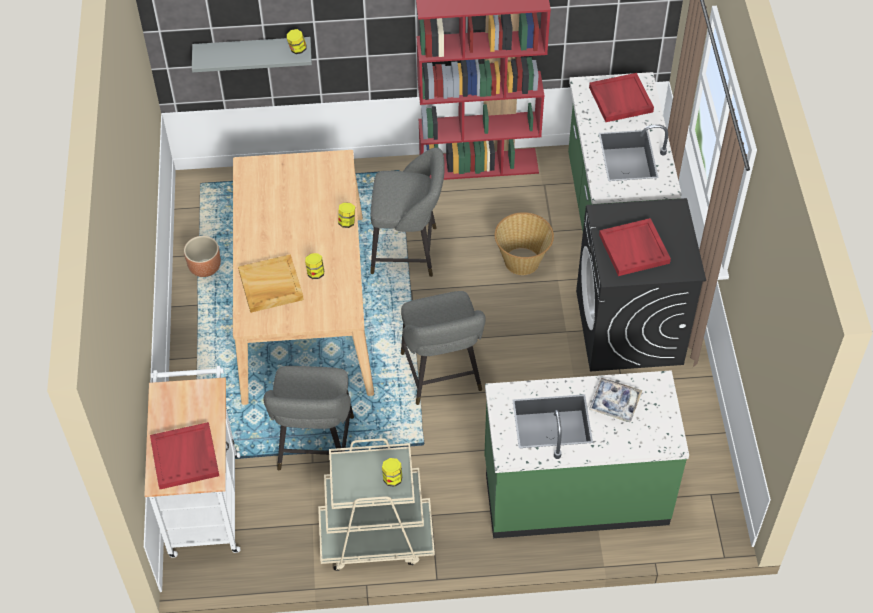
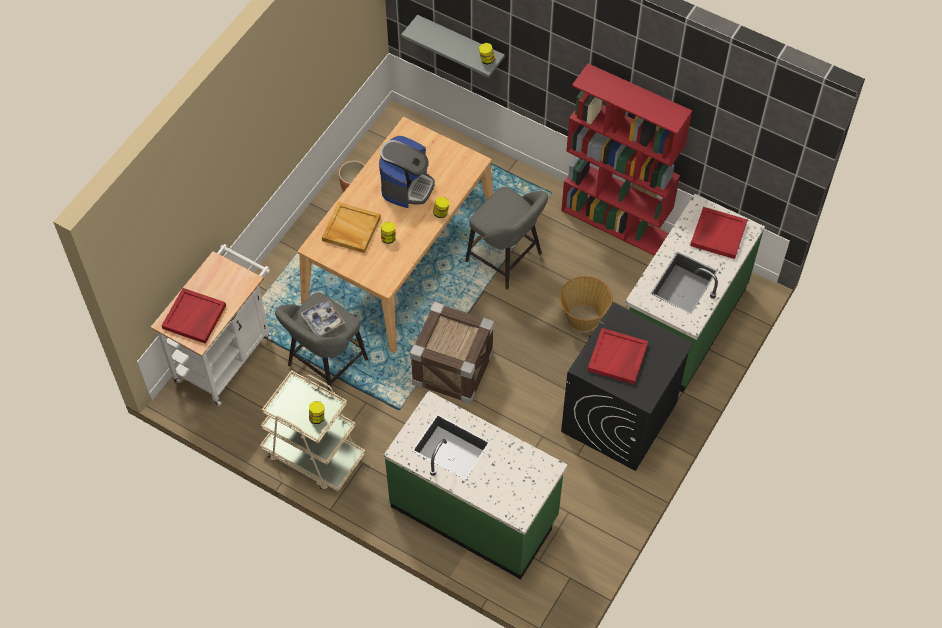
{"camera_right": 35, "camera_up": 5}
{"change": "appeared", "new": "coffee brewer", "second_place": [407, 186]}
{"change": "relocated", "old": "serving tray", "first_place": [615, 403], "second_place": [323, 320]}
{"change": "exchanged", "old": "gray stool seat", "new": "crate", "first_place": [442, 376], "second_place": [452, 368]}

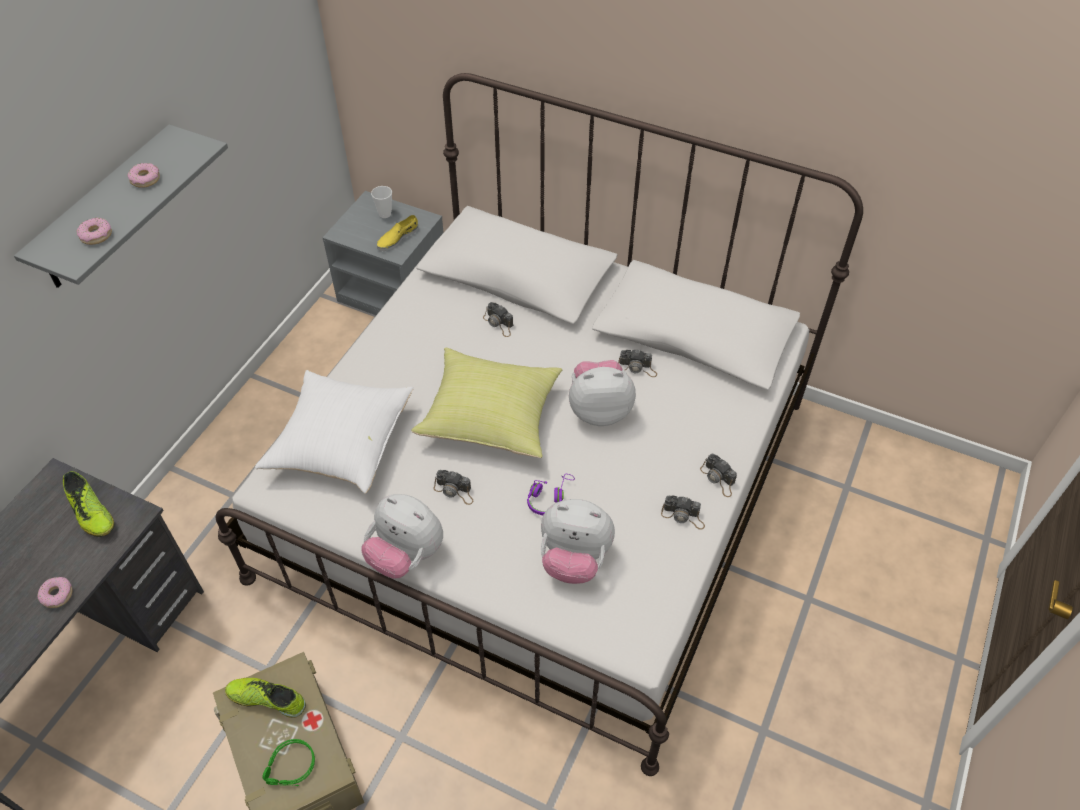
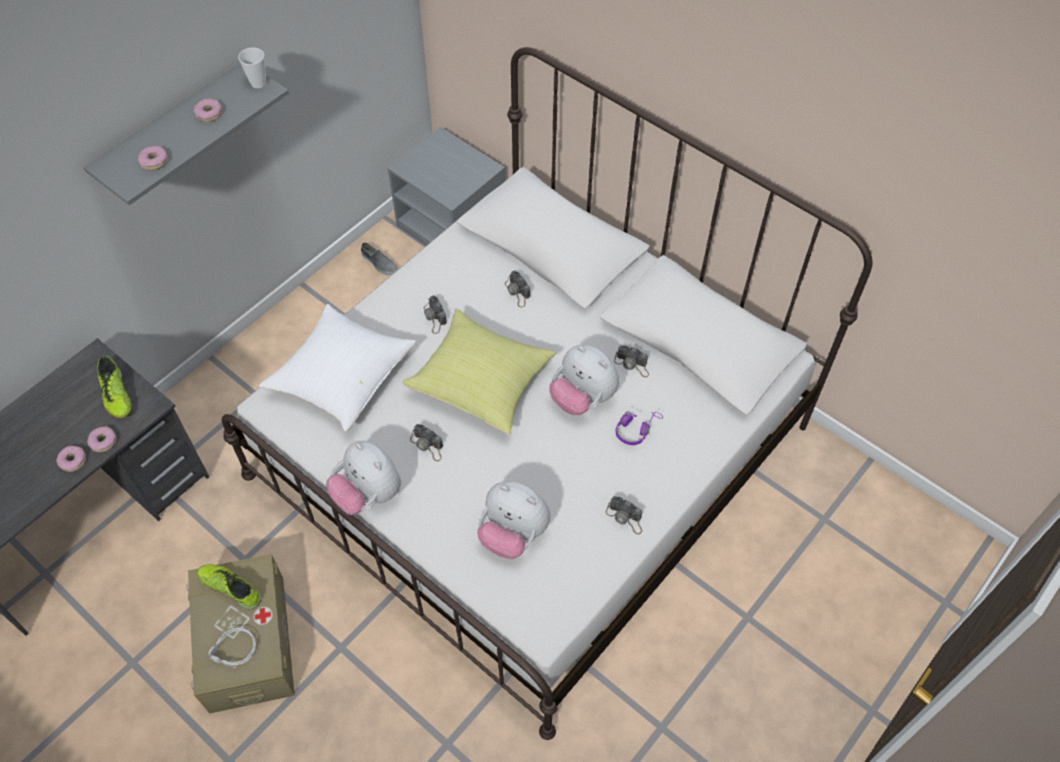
{"camera_right": 15, "camera_up": 5}
{"change": "missing", "old": "yellowish shoe", "first_place": [397, 238]}
{"change": "appeared", "new": "doughnut", "second_place": [103, 441]}
{"change": "appeared", "new": "gray shoe", "second_place": [379, 263]}
{"change": "relocated", "old": "cup", "first_place": [385, 214], "second_place": [258, 83]}
{"change": "relocated", "old": "purple pair of headphones", "first_place": [549, 498], "second_place": [636, 429]}
{"change": "relocated", "old": "photo camera", "first_place": [718, 479], "second_place": [434, 318]}
{"change": "colour", "old": "greenish pair of headphones", "new": "gray pair of headphones", "first_place": [290, 768], "second_place": [233, 651]}
{"change": "spun", "old": "cuddly toy", "first_place": [599, 409], "second_place": [582, 398], "degrees": -150}

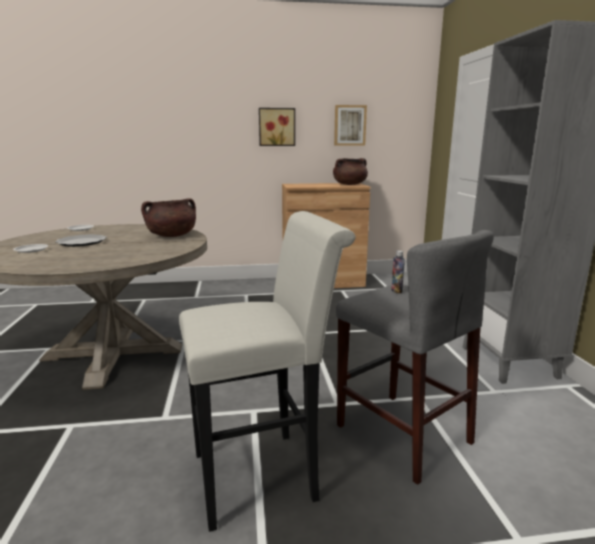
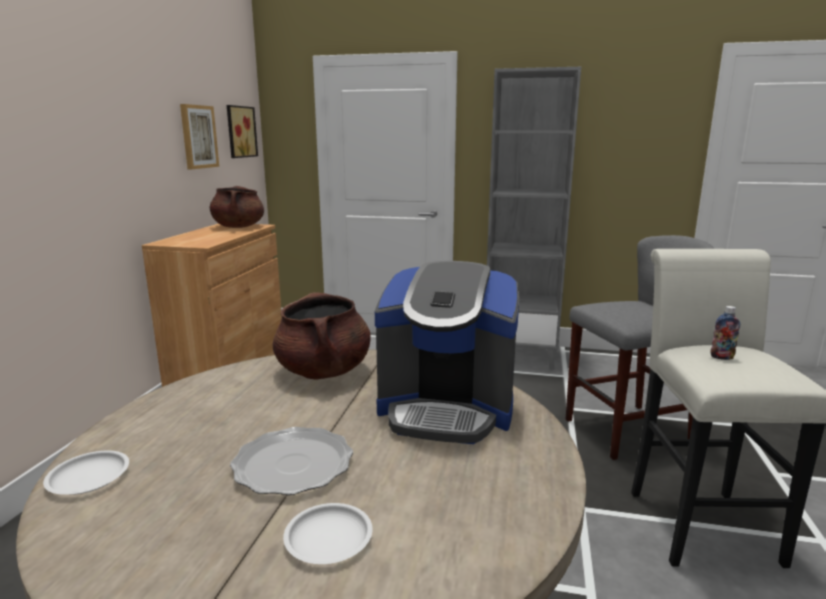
{"camera_right": -70, "camera_up": 0}
{"change": "appeared", "new": "coffee brewer", "second_place": [446, 409]}
{"change": "relocated", "old": "wall picture", "first_place": [277, 127], "second_place": [239, 132]}
{"change": "relocated", "old": "drink bottle", "first_place": [396, 291], "second_place": [722, 357]}

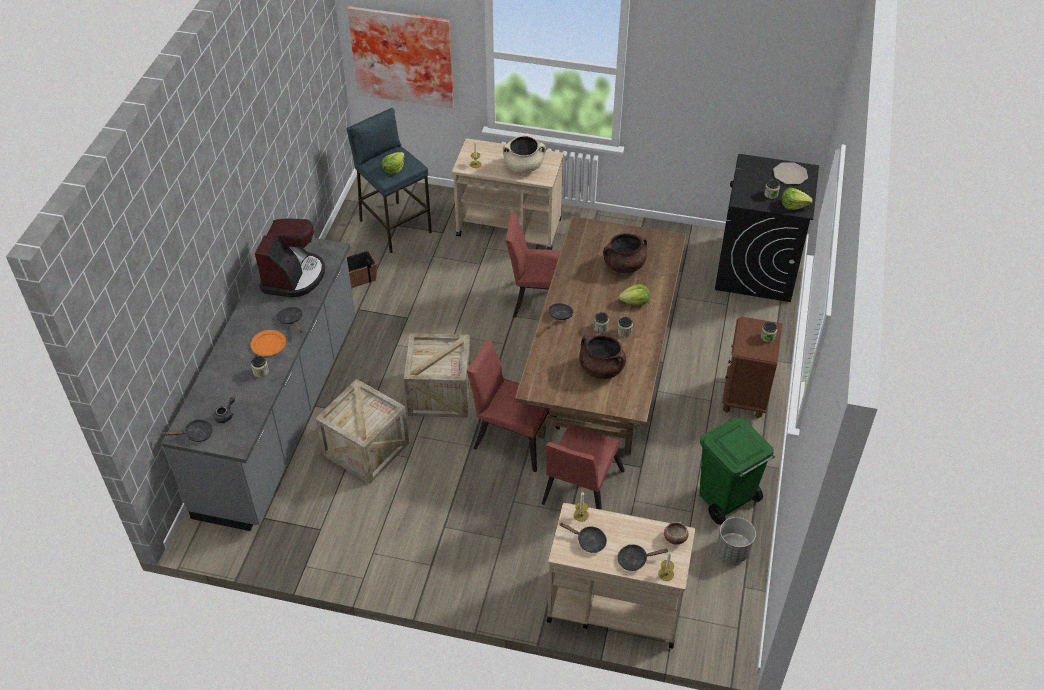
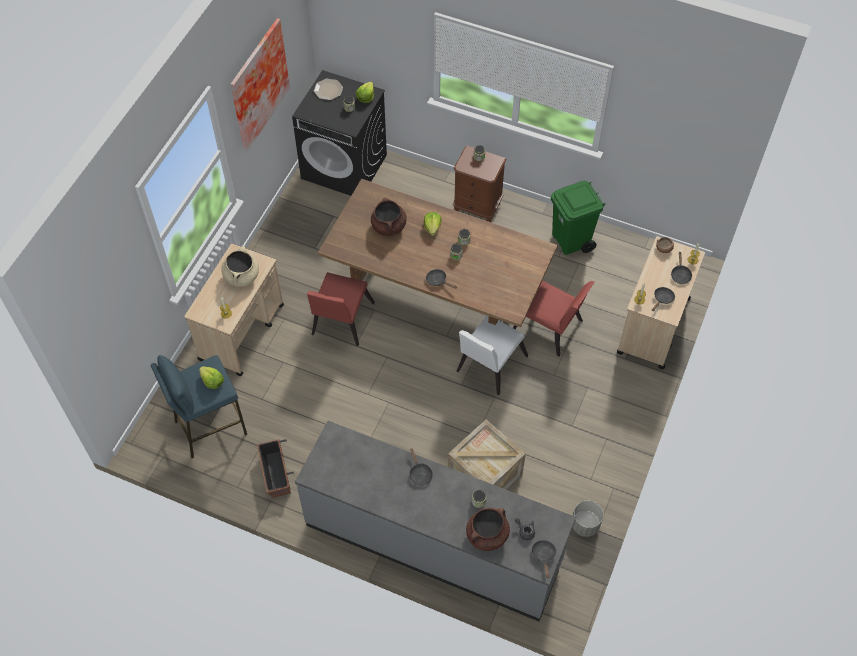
{"camera_right": -80, "camera_up": 10}
{"change": "missing", "old": "orange flat dish", "first_place": [268, 344]}
{"change": "missing", "old": "coffee brewer", "first_place": [293, 276]}
{"change": "missing", "old": "crate", "first_place": [440, 393]}
{"change": "relocated", "old": "wall picture", "first_place": [403, 55], "second_place": [257, 84]}
{"change": "relocated", "old": "brown-coloured saucepot", "first_place": [601, 369], "second_place": [487, 535]}
{"change": "relocated", "old": "gray planter", "first_place": [733, 550], "second_place": [585, 525]}
{"change": "colour", "old": "reddish upright chair", "new": "white upright chair", "first_place": [512, 435], "second_place": [488, 366]}
{"change": "spun", "old": "black skillet", "first_place": [291, 320], "second_place": [419, 474], "degrees": -90}

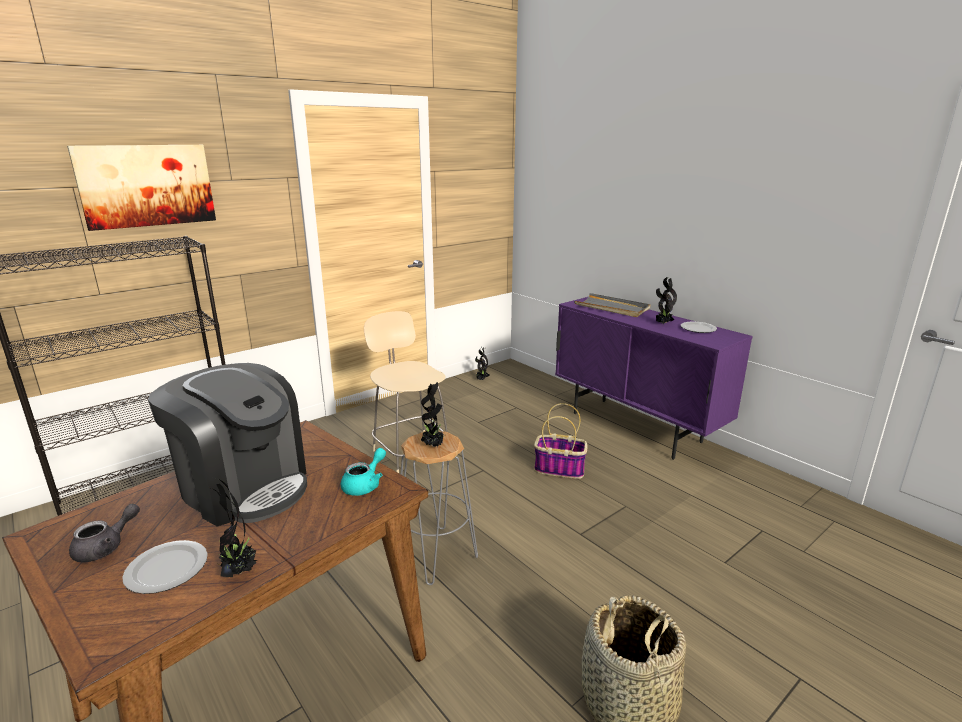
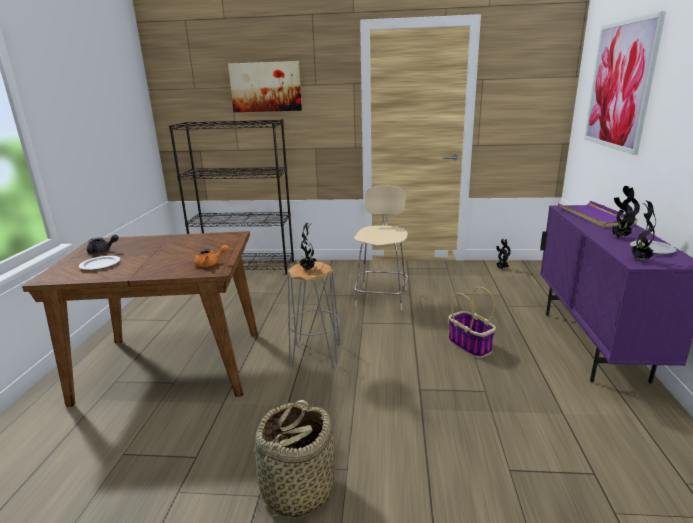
{"camera_right": 45, "camera_up": 0}
{"change": "missing", "old": "coffee brewer", "first_place": [244, 487]}
{"change": "appeared", "new": "wall picture", "second_place": [619, 85]}
{"change": "relocated", "old": "houseplant", "first_place": [239, 571], "second_place": [639, 259]}
{"change": "colour", "old": "turquoise-coloured tea pot", "new": "orange tea pot", "first_place": [365, 485], "second_place": [210, 264]}
{"change": "colour", "old": "gray serving tray", "new": "purple serving tray", "first_place": [612, 308], "second_place": [595, 216]}

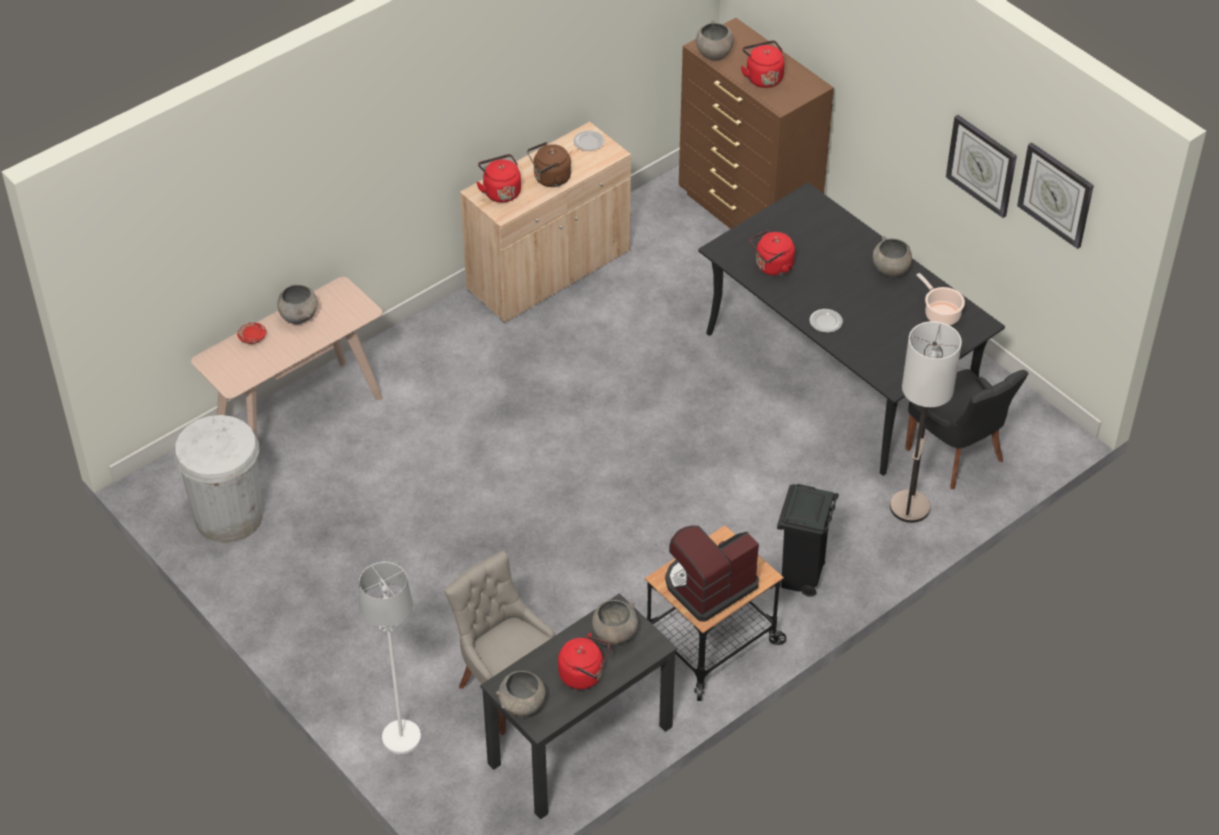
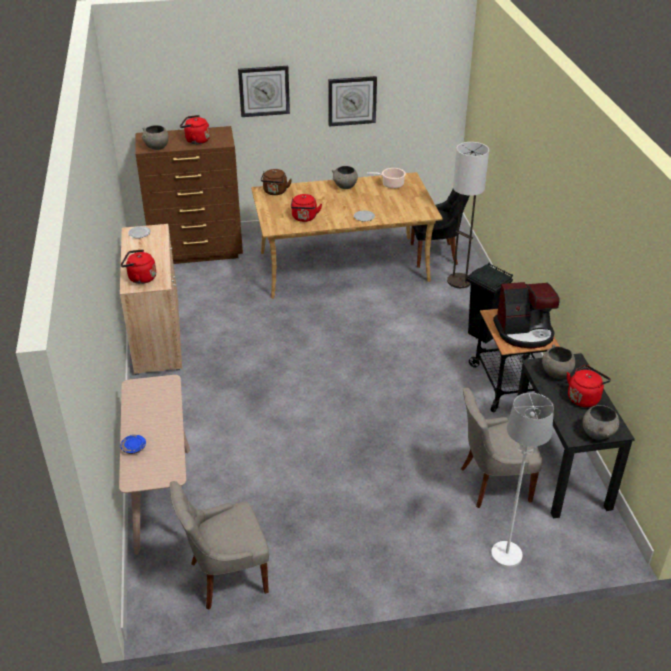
{"camera_right": -60, "camera_up": -10}
{"change": "missing", "old": "gray bowl", "first_place": [299, 317]}
{"change": "relocated", "old": "brown-coloured water kettle", "first_place": [550, 179], "second_place": [275, 192]}
{"change": "relocated", "old": "clock on the wall", "first_place": [1056, 194], "second_place": [264, 91]}
{"change": "exchanged", "old": "white trash can", "new": "gray upright chair", "first_place": [229, 516], "second_place": [226, 576]}
{"change": "colour", "old": "reddish flat dish", "new": "bluish flat dish", "first_place": [252, 337], "second_place": [134, 448]}
{"change": "colour", "old": "black dinner table", "new": "beige dinner table", "first_place": [839, 371], "second_place": [343, 267]}
{"change": "spun", "old": "coffee brewer", "first_place": [708, 586], "second_place": [524, 332], "degrees": -90}

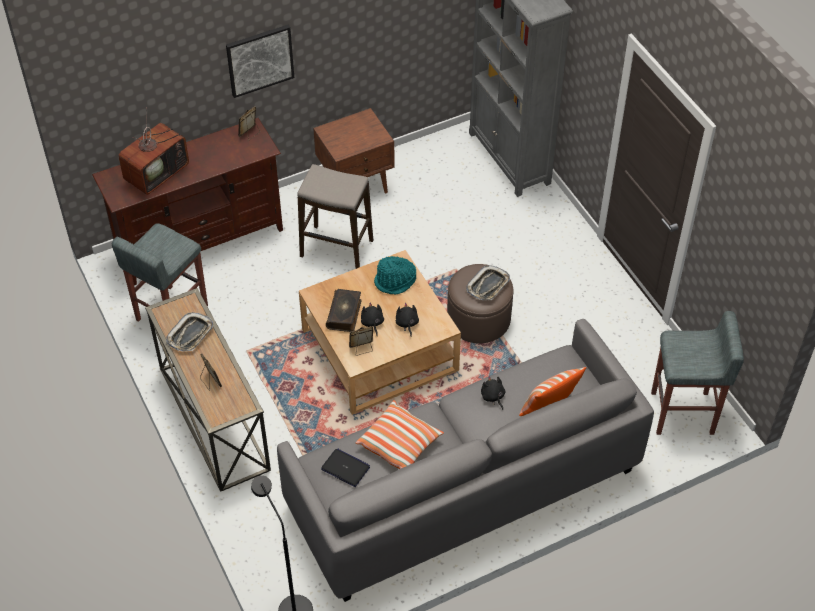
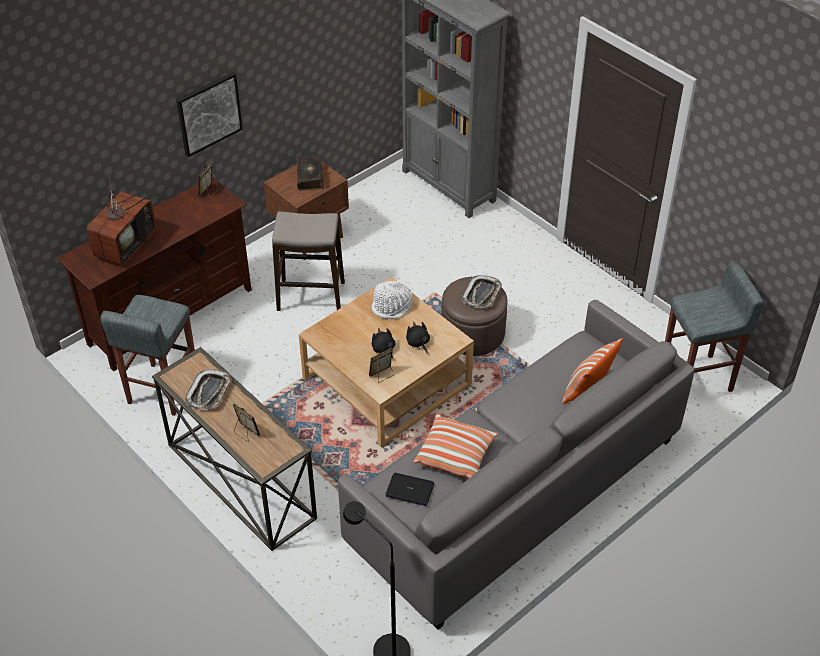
{"camera_right": -15, "camera_up": -5}
{"change": "missing", "old": "black cuddly toy", "first_place": [493, 397]}
{"change": "relocated", "old": "book", "first_place": [344, 314], "second_place": [310, 177]}
{"change": "colour", "old": "turquoise-coloured wearable hat", "new": "white wearable hat", "first_place": [395, 281], "second_place": [392, 307]}

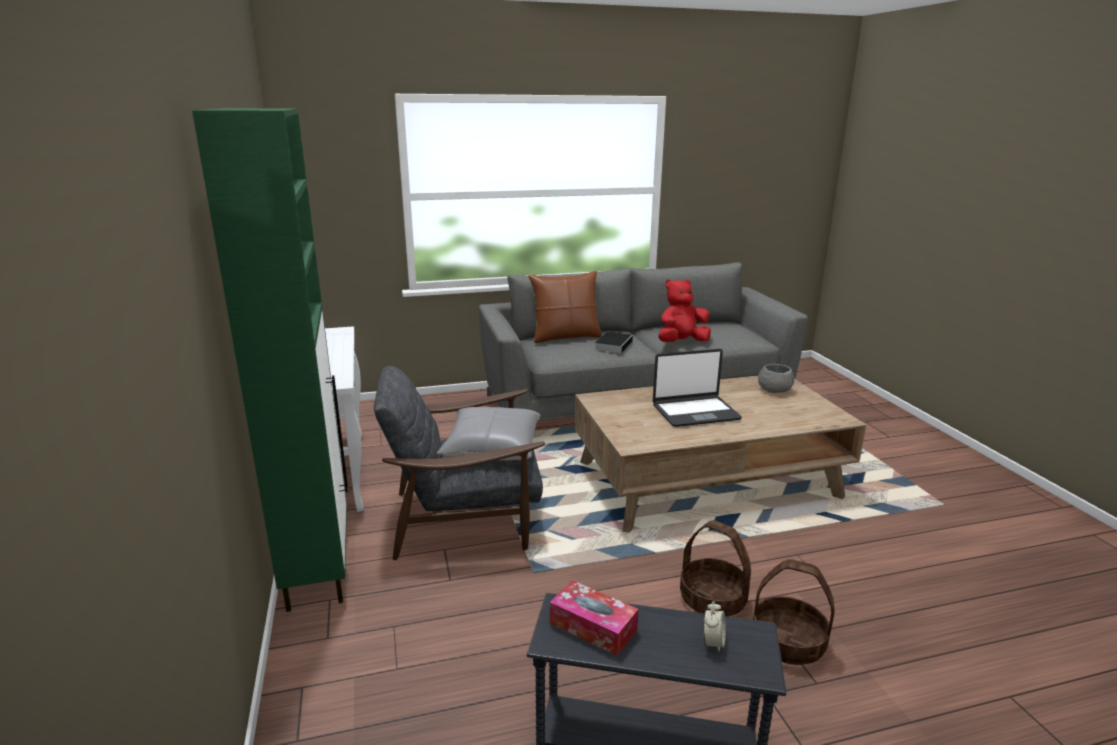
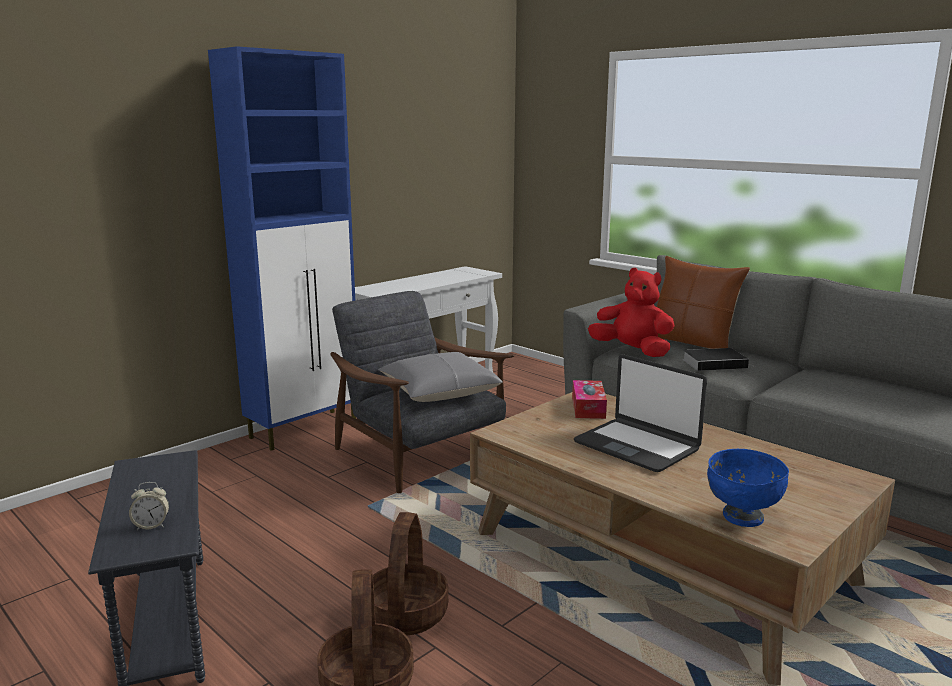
{"camera_right": 60, "camera_up": -5}
{"change": "missing", "old": "gray bowl", "first_place": [774, 390]}
{"change": "appeared", "new": "bluish bowl", "second_place": [741, 517]}
{"change": "relocated", "old": "tissue holder", "first_place": [593, 626], "second_place": [588, 407]}
{"change": "relocated", "old": "reddish cuddly toy", "first_place": [681, 342], "second_place": [632, 351]}
{"change": "colour", "old": "greenish storage cabinet", "new": "bluish storage cabinet", "first_place": [318, 566], "second_place": [305, 429]}

